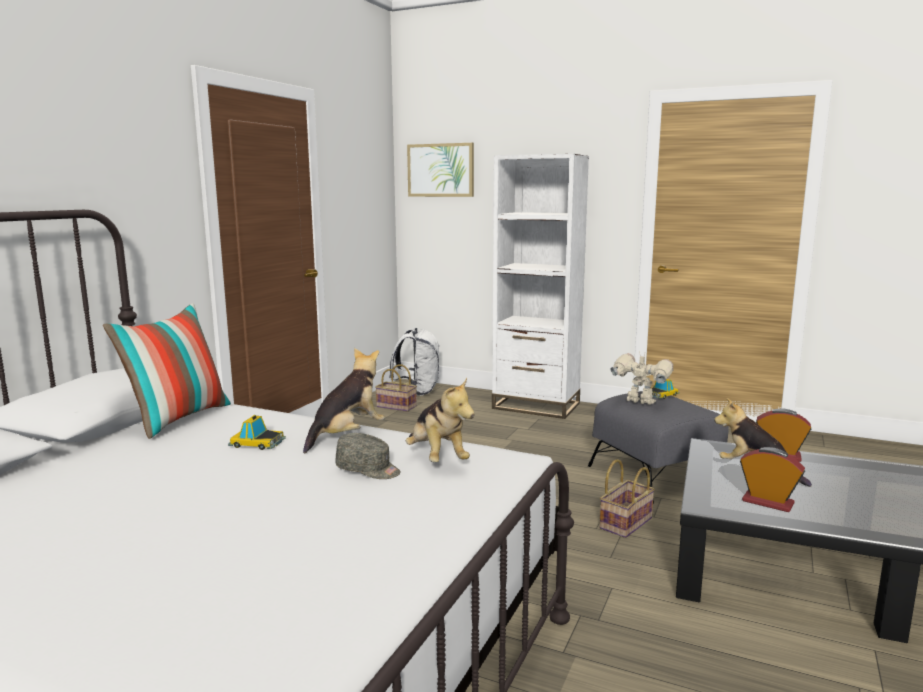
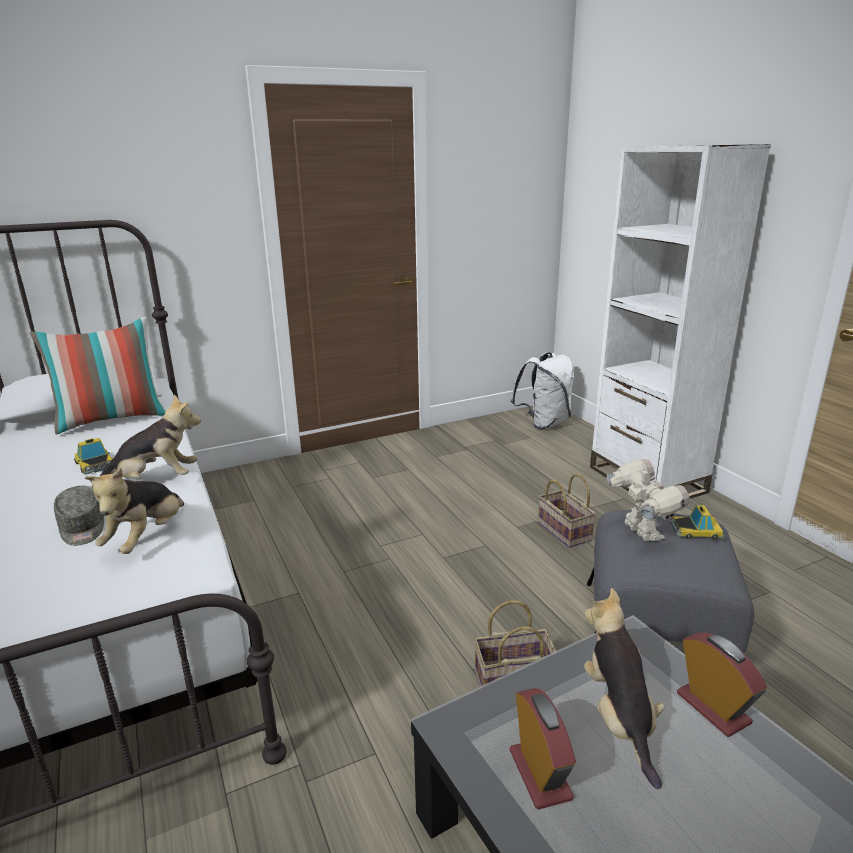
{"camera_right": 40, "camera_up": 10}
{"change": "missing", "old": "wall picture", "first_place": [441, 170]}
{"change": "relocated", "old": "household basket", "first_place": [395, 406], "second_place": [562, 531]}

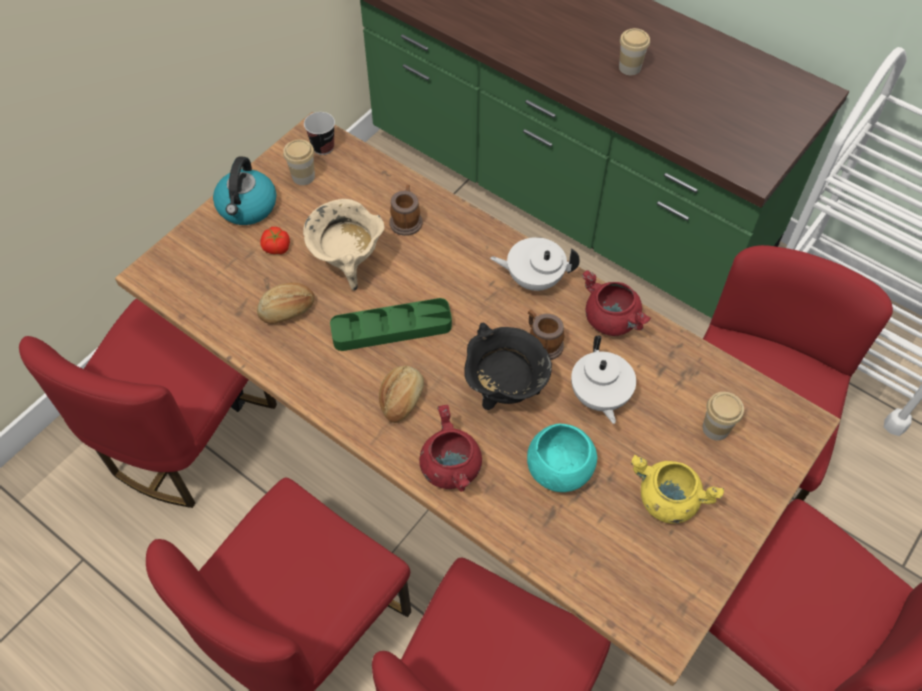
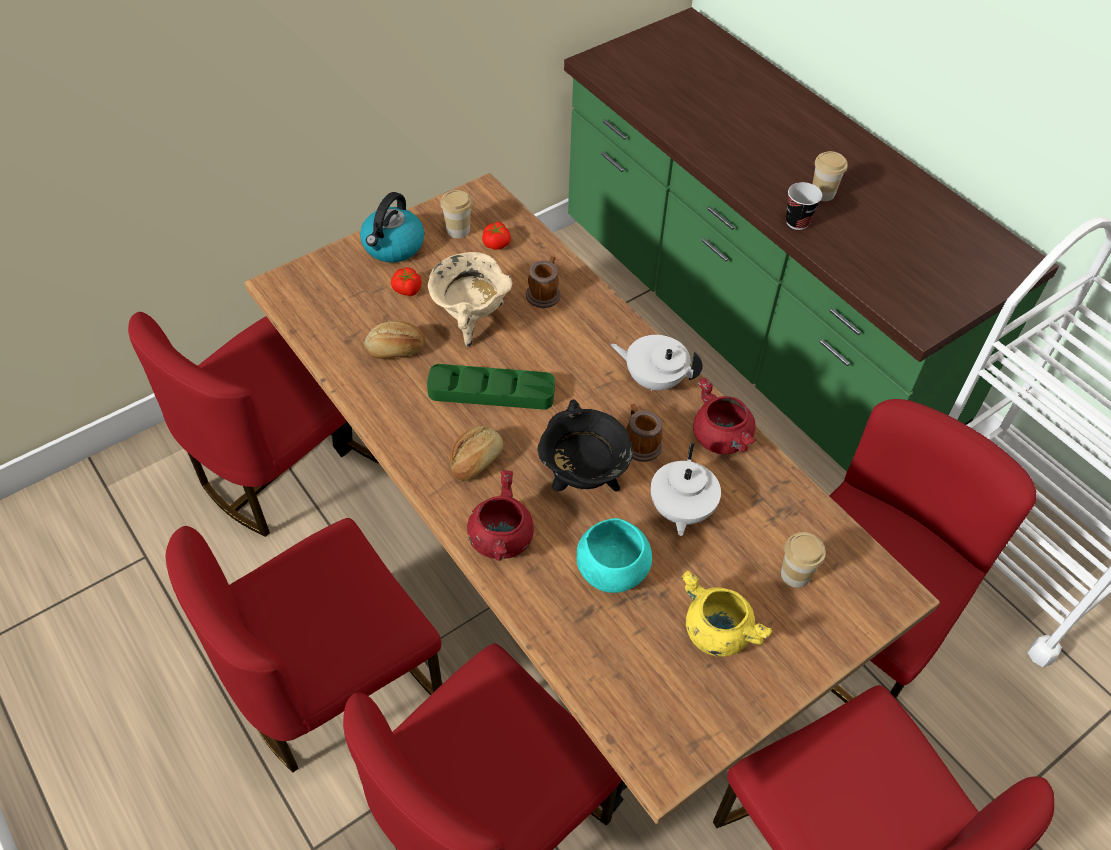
{"camera_right": 15, "camera_up": -5}
{"change": "appeared", "new": "whole tomato", "second_place": [497, 243]}
{"change": "relocated", "old": "cup", "first_place": [323, 147], "second_place": [797, 222]}

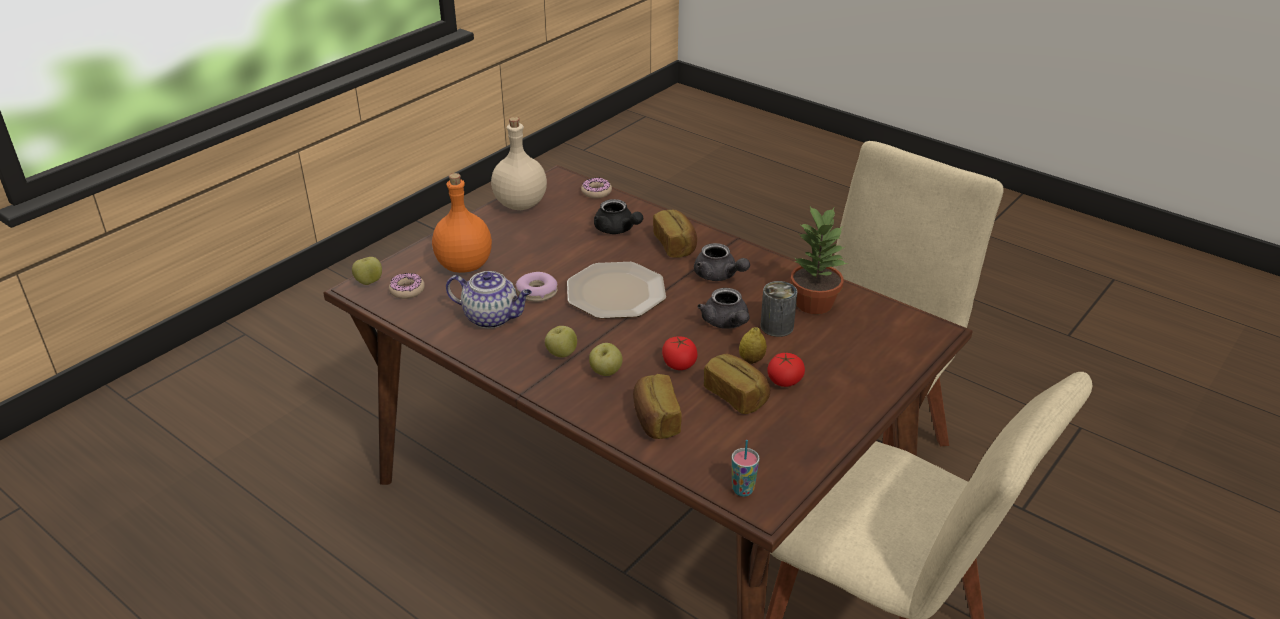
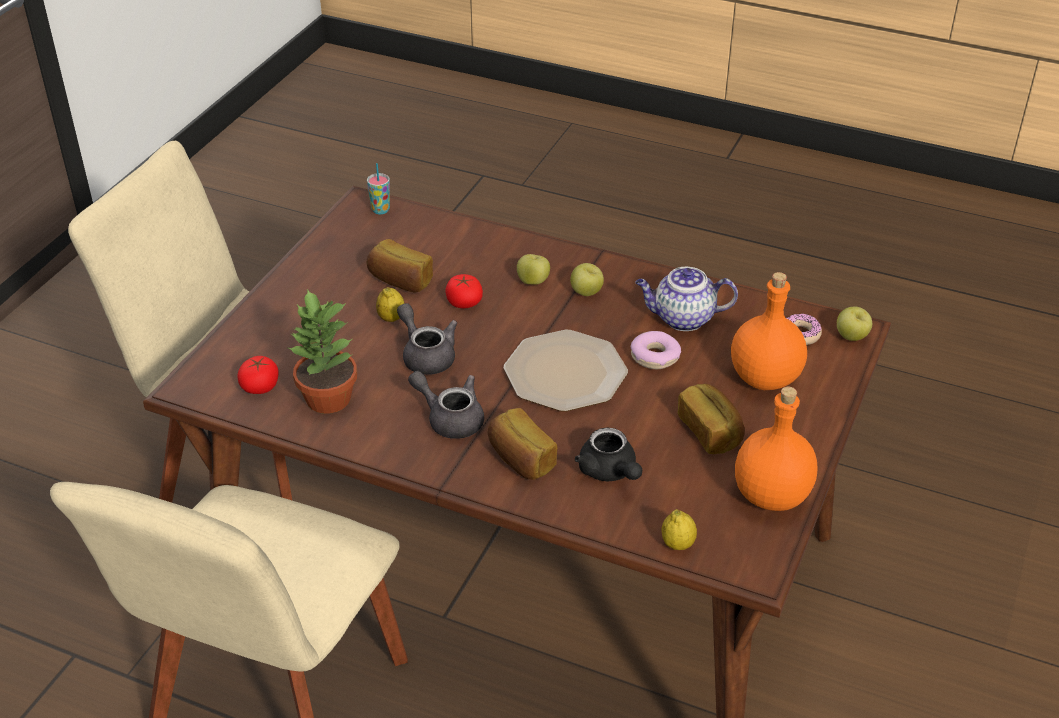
{"camera_right": 165, "camera_up": 5}
{"change": "missing", "old": "sealed can", "first_place": [777, 326]}
{"change": "relocated", "old": "bakery bread", "first_place": [655, 420], "second_place": [711, 431]}
{"change": "relocated", "old": "whole tomato", "first_place": [784, 380], "second_place": [260, 386]}
{"change": "exchanged", "old": "doughnut", "new": "whole lemon", "first_place": [596, 192], "second_place": [677, 544]}
{"change": "colour", "old": "beige drink bottle", "new": "orange drink bottle", "first_place": [520, 204], "second_place": [772, 496]}
{"change": "spun", "old": "black tea pot", "first_place": [617, 230], "second_place": [610, 472], "degrees": -150}

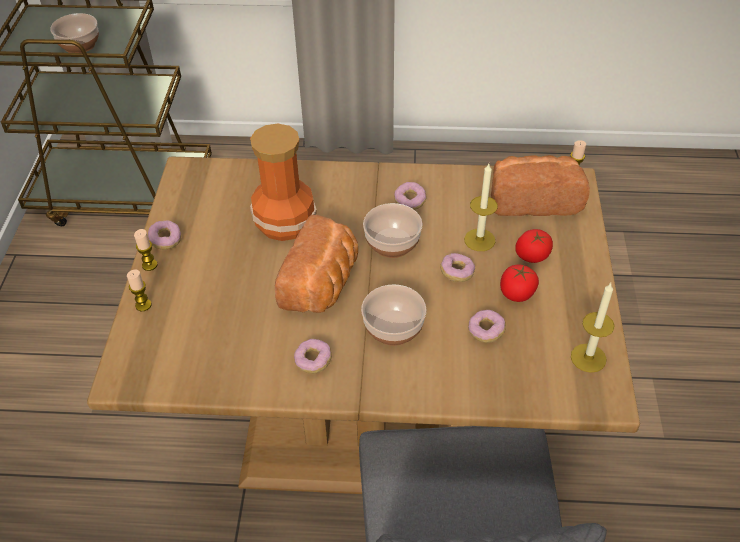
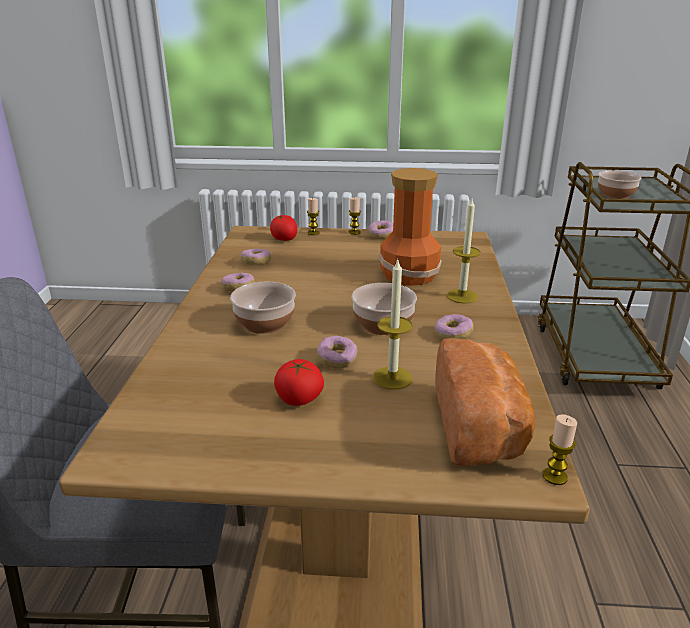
{"camera_right": 90, "camera_up": -20}
{"change": "missing", "old": "bakery bread", "first_place": [322, 284]}
{"change": "relocated", "old": "doughnut", "first_place": [486, 331], "second_place": [256, 263]}
{"change": "relocated", "old": "whole tomato", "first_place": [532, 256], "second_place": [284, 239]}
{"change": "relocated", "old": "wax light", "first_place": [588, 358], "second_place": [462, 296]}

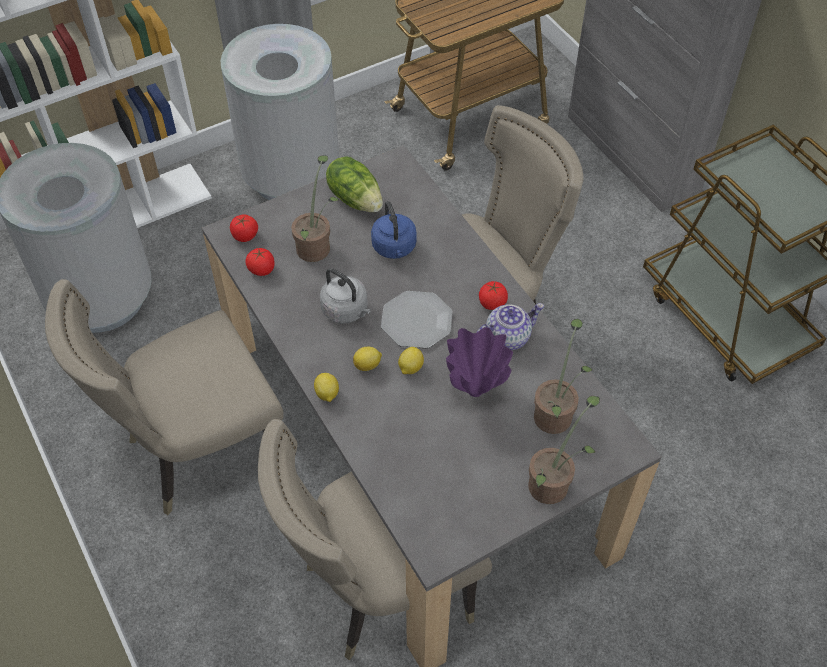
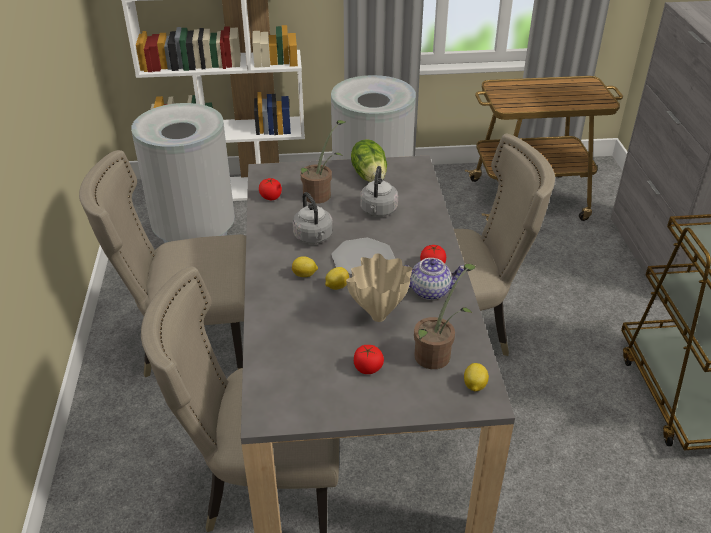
{"camera_right": 25, "camera_up": -15}
{"change": "missing", "old": "houseplant", "first_place": [553, 483]}
{"change": "relocated", "old": "whole tomato", "first_place": [245, 236], "second_place": [368, 368]}
{"change": "relocated", "old": "whole lemon", "first_place": [327, 394], "second_place": [474, 386]}
{"change": "colour", "old": "bluish water kettle", "new": "gray water kettle", "first_place": [394, 248], "second_place": [378, 211]}
{"change": "colour", "old": "purple flower vase", "new": "beige flower vase", "first_place": [476, 389], "second_place": [380, 317]}

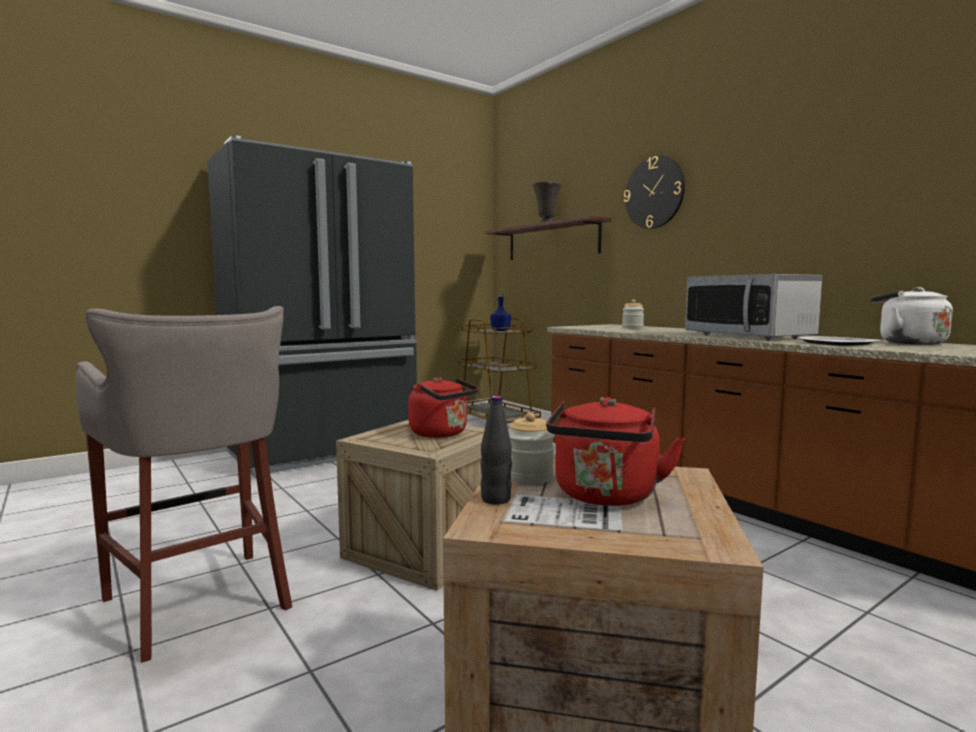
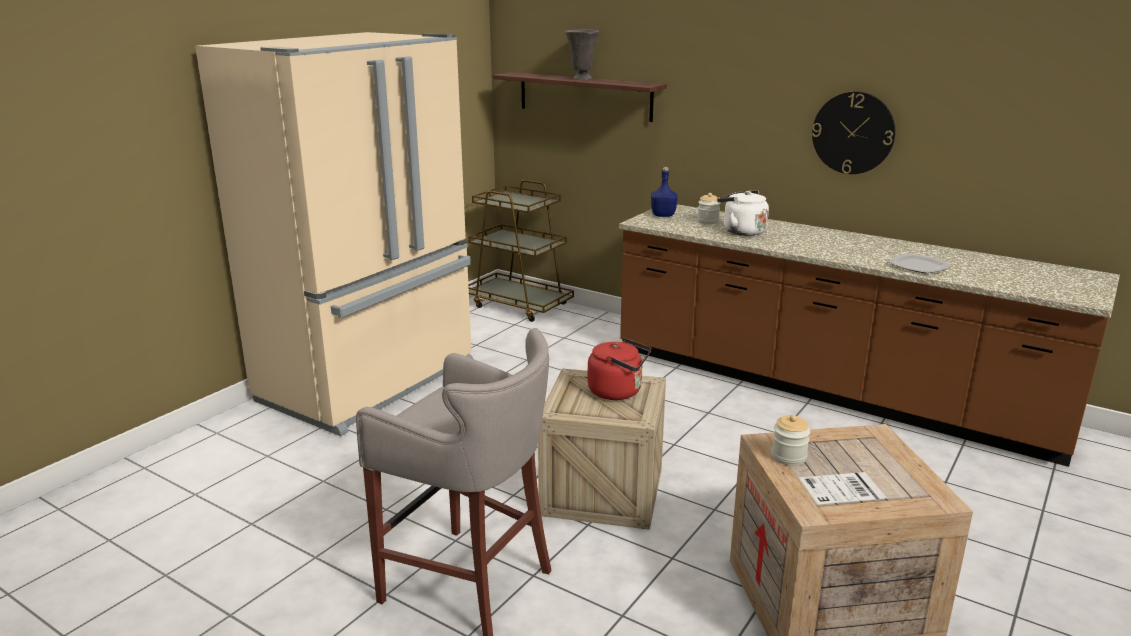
{"camera_right": -20, "camera_up": 15}
{"change": "missing", "old": "black drink bottle", "first_place": [496, 499]}
{"change": "missing", "old": "reddish water kettle", "first_place": [605, 497]}
{"change": "missing", "old": "kitchen microwave", "first_place": [748, 336]}
{"change": "relocated", "old": "bluish drink bottle", "first_place": [500, 331], "second_place": [662, 215]}
{"change": "relocated", "old": "clock on the wall", "first_place": [654, 192], "second_place": [853, 133]}
{"change": "relocated", "old": "white water kettle", "first_place": [907, 343], "second_place": [741, 231]}
{"change": "colour", "old": "black fridge", "new": "beige fridge", "first_place": [325, 452], "second_place": [372, 383]}

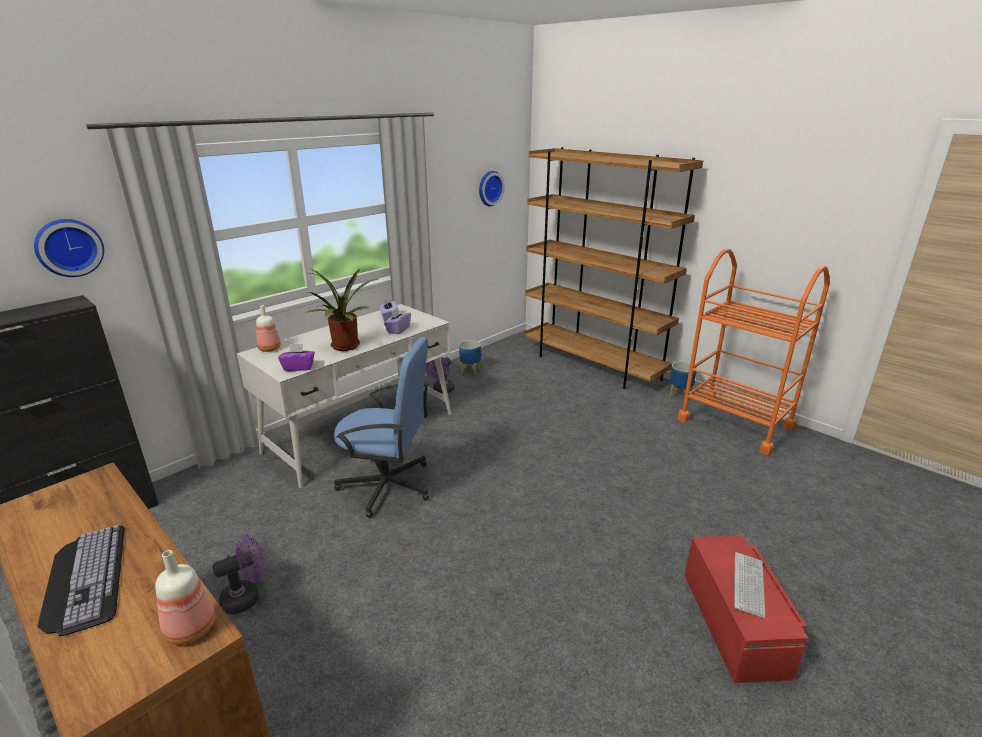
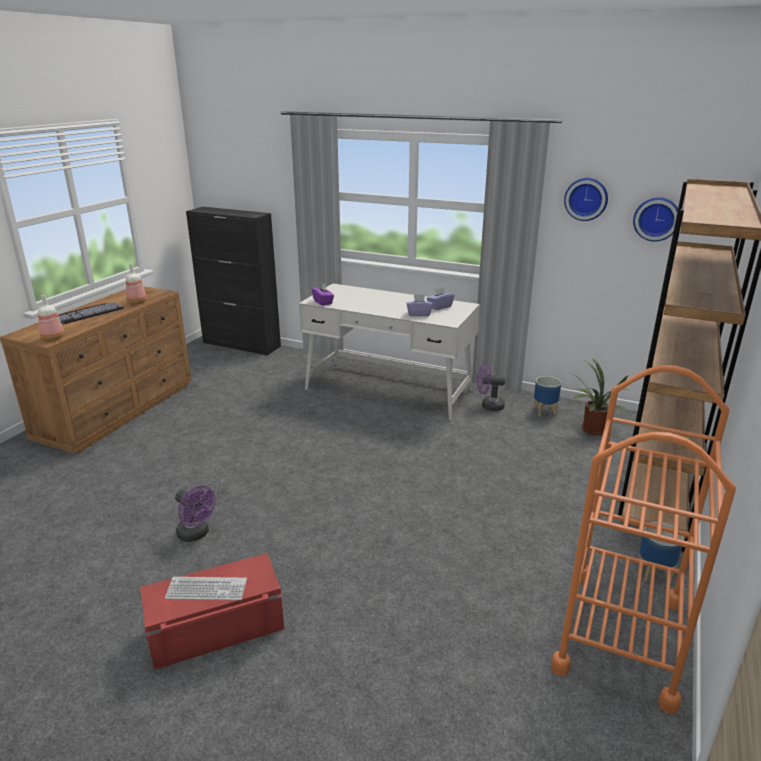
{"camera_right": 70, "camera_up": 0}
{"change": "missing", "old": "bluish desk chair", "first_place": [388, 486]}
{"change": "relocated", "old": "clock on the wall", "first_place": [68, 247], "second_place": [586, 198]}
{"change": "relocated", "old": "purple fan", "first_place": [247, 597], "second_place": [196, 534]}
{"change": "relocated", "old": "drink bottle", "first_place": [269, 349], "second_place": [136, 302]}
{"change": "relocated", "old": "houseplant", "first_place": [345, 347], "second_place": [591, 430]}

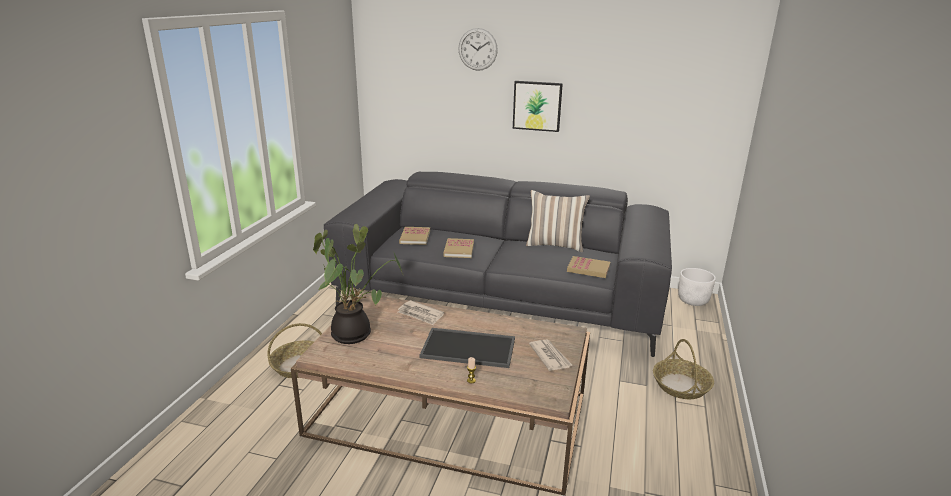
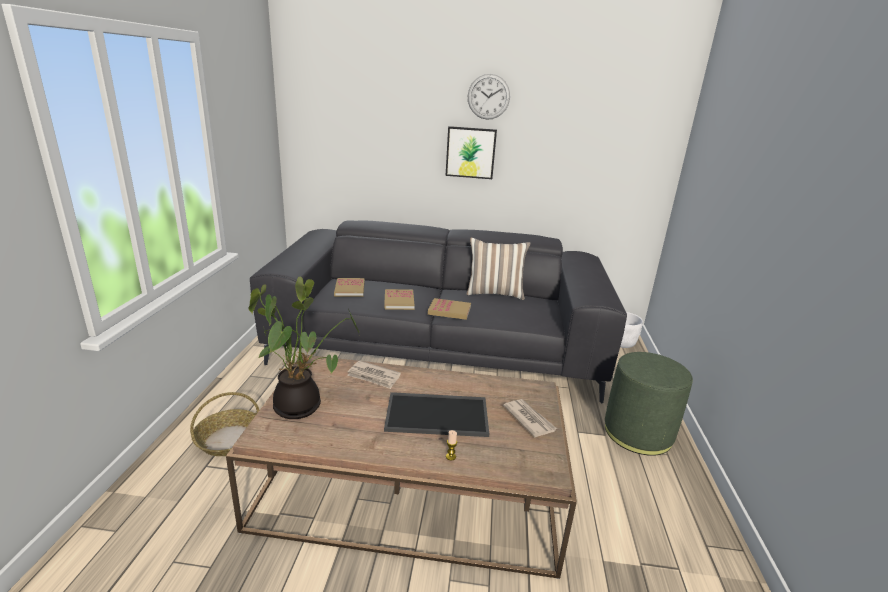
{"camera_right": -10, "camera_up": 0}
{"change": "relocated", "old": "clock on the wall", "first_place": [477, 49], "second_place": [488, 97]}
{"change": "relocated", "old": "book", "first_place": [588, 269], "second_place": [449, 311]}
{"change": "exchanged", "old": "household basket", "new": "greenish pouffe", "first_place": [681, 386], "second_place": [638, 433]}

